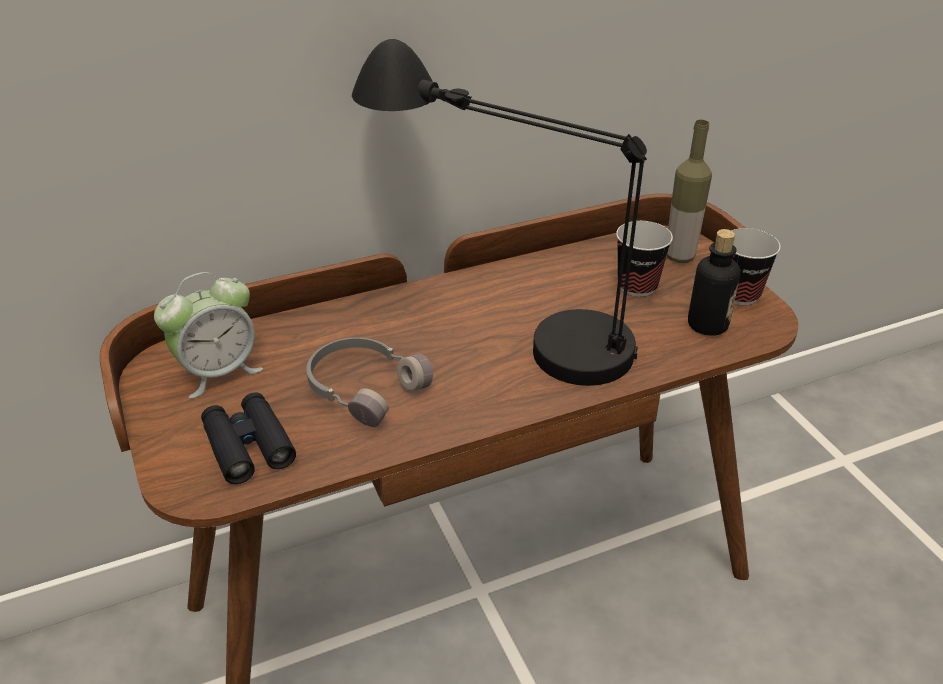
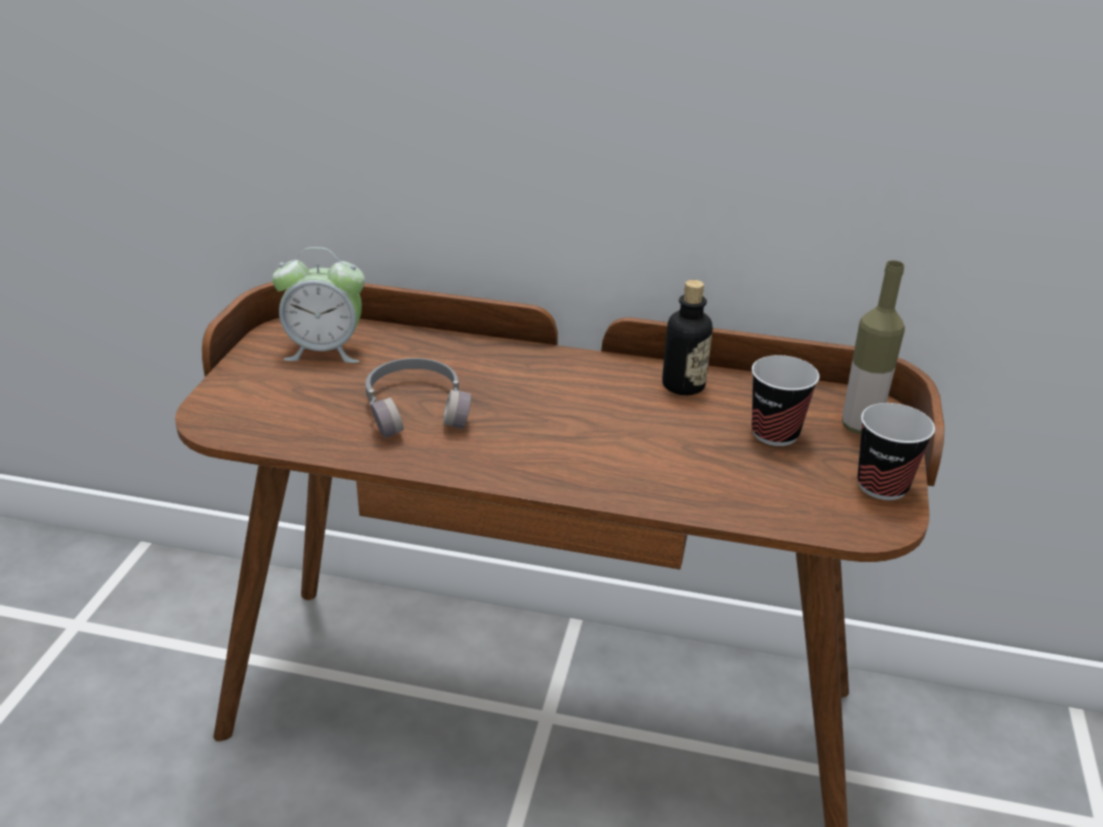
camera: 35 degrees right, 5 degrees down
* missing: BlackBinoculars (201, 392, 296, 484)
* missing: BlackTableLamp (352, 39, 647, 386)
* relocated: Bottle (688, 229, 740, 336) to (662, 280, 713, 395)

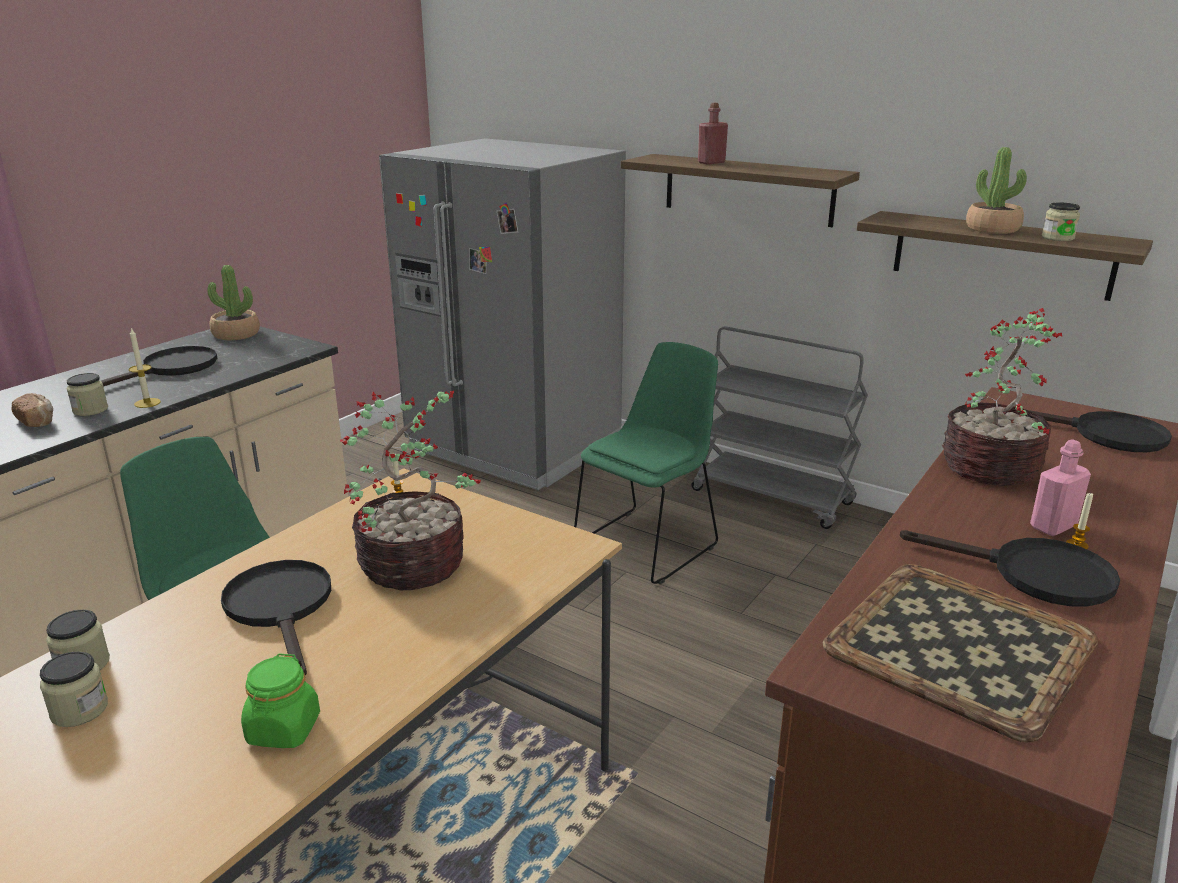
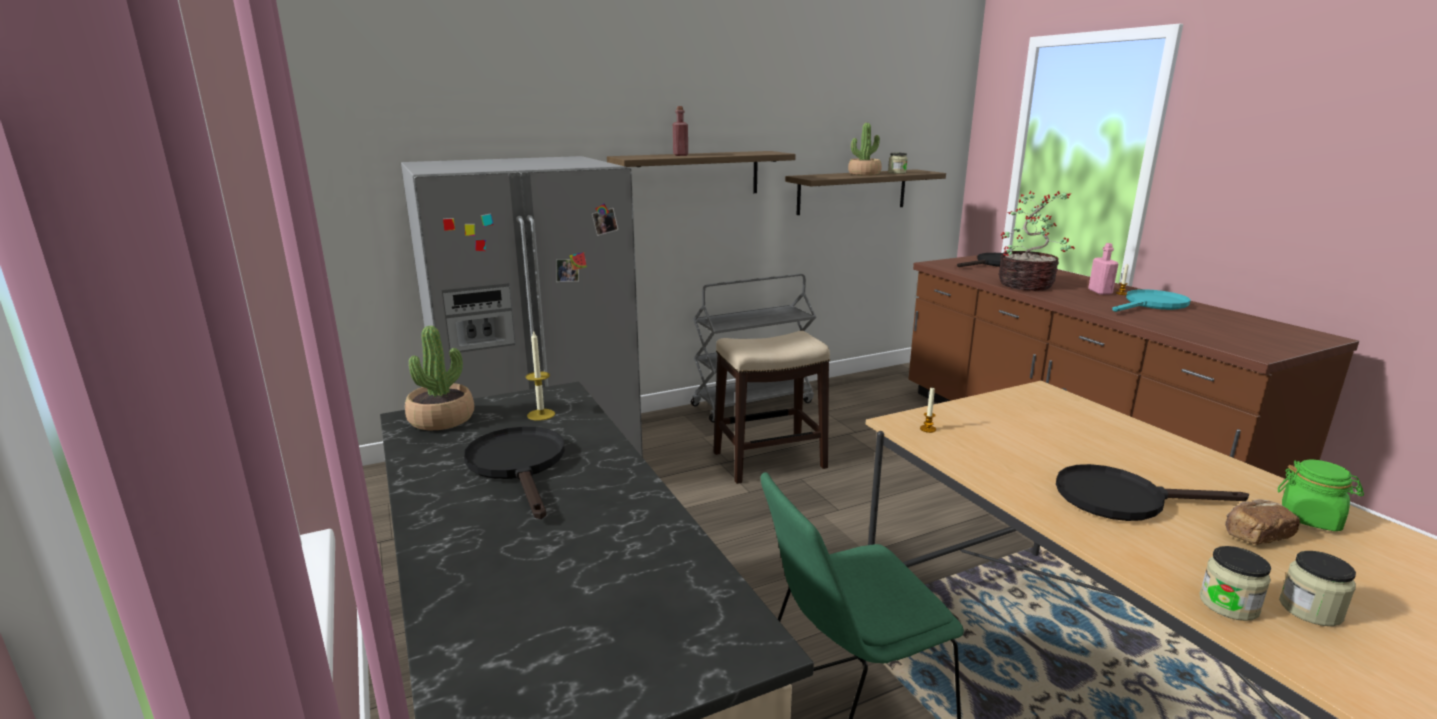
camera: 60 degrees left, 5 degrees down
* relocated: Bread (11, 393, 53, 427) to (1225, 499, 1300, 545)
* missing: Jar (67, 373, 108, 416)
* relocated: Candle (129, 328, 161, 408) to (526, 330, 555, 421)
* missing: PottedPlant (340, 391, 481, 590)
* exchanged: GreenChair (574, 342, 718, 584) to Stool (713, 331, 830, 484)
* missing: Tray (823, 564, 1098, 743)
* colour: BlackFryingPan (900, 530, 1120, 607) to TurquoiseFryingPan (1112, 289, 1190, 312)

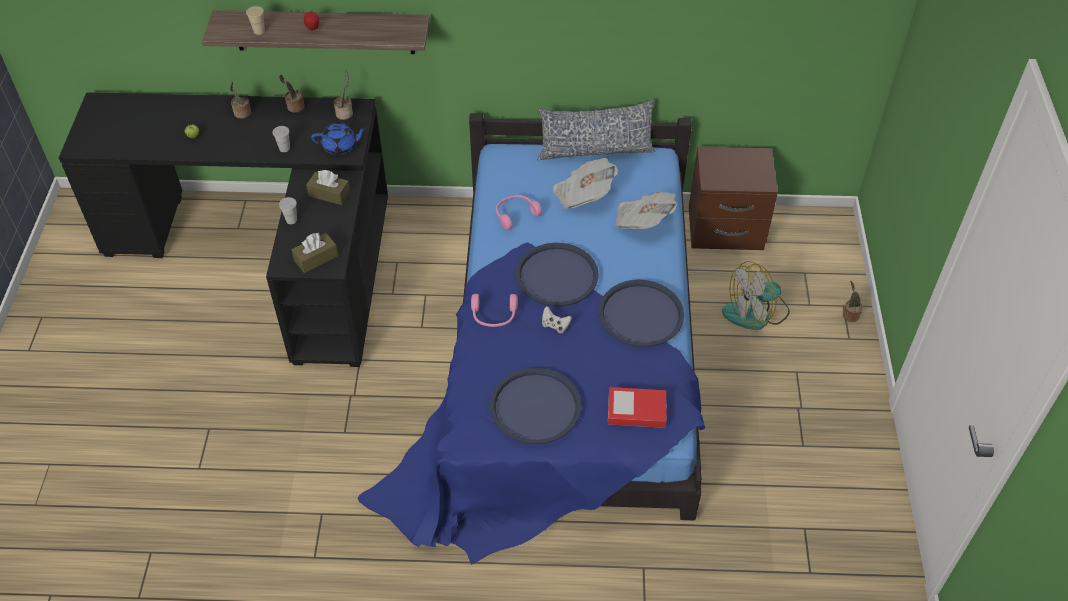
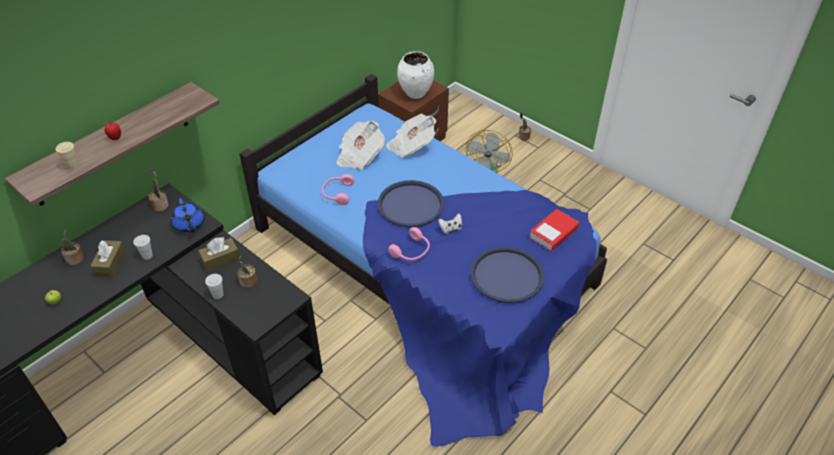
camera: 50 degrees left, 5 degrees down
* relocated: PottedPlant (279, 75, 305, 113) to (237, 255, 257, 288)
* relocated: BrownTissueBox (292, 232, 338, 273) to (90, 240, 126, 278)
* spun: BlueTeapot (311, 122, 367, 155) = (171, 198, 204, 233) 120 degrees clockwise
* missing: Pillow (538, 100, 655, 161)
* missing: BlueTray (599, 280, 684, 347)
* appeared: WhiteVase (397, 51, 434, 99)

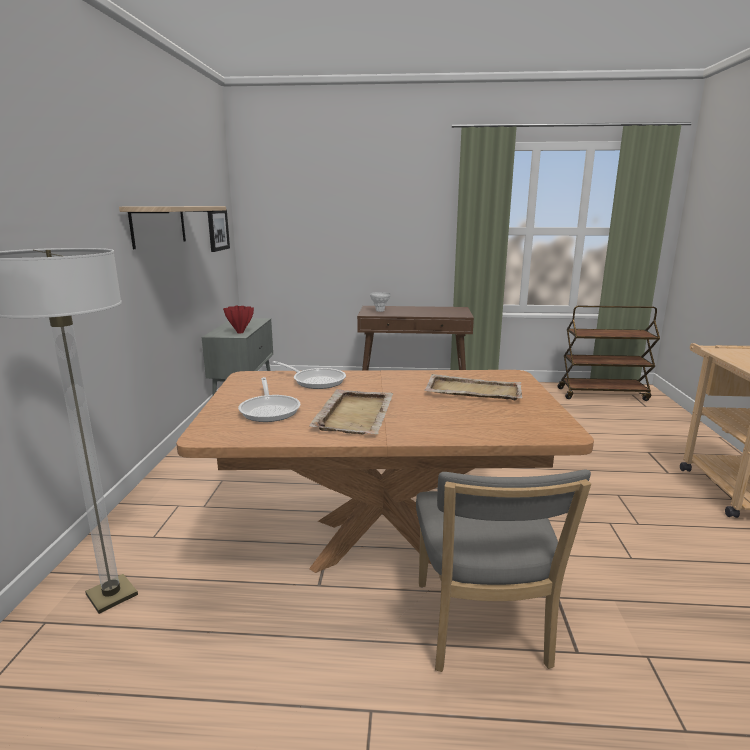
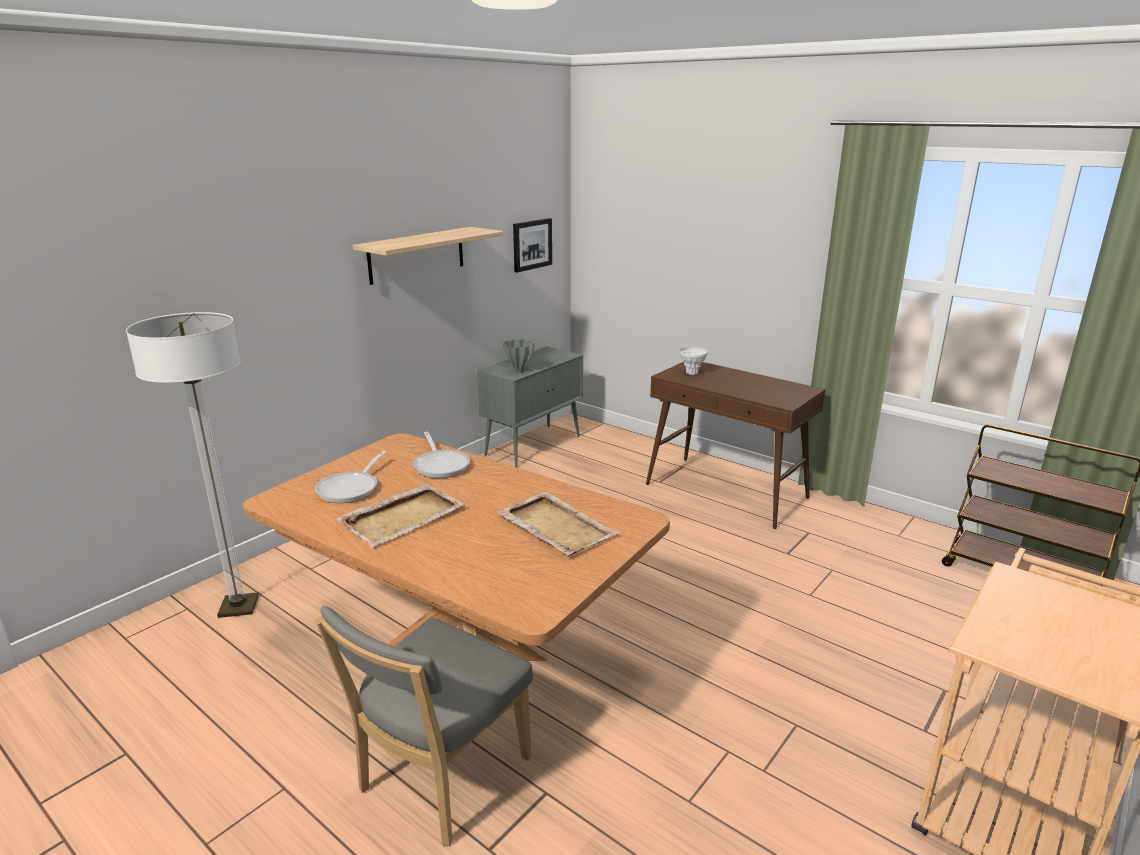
camera: 35 degrees right, 5 degrees up
* colour: RedVase (223, 306, 254, 334) to GreyVase (503, 339, 534, 373)

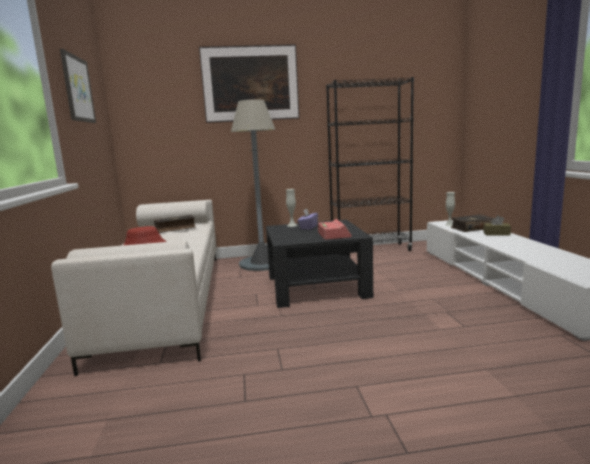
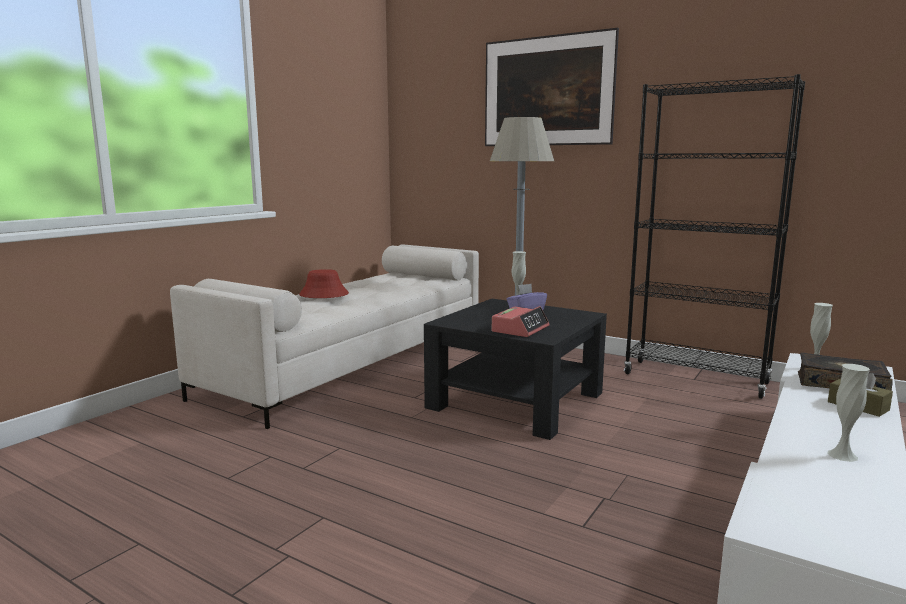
camera: 40 degrees right, 0 degrees up
* missing: Picture (60, 49, 96, 123)
* missing: Book (154, 215, 195, 233)
* appeared: WhiteVase (827, 364, 870, 462)

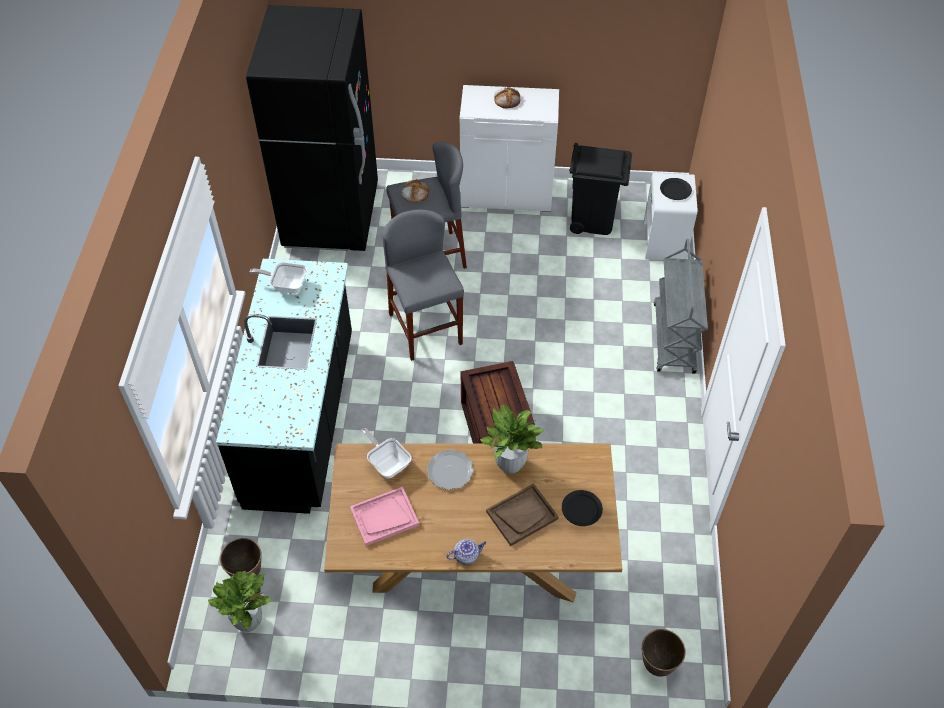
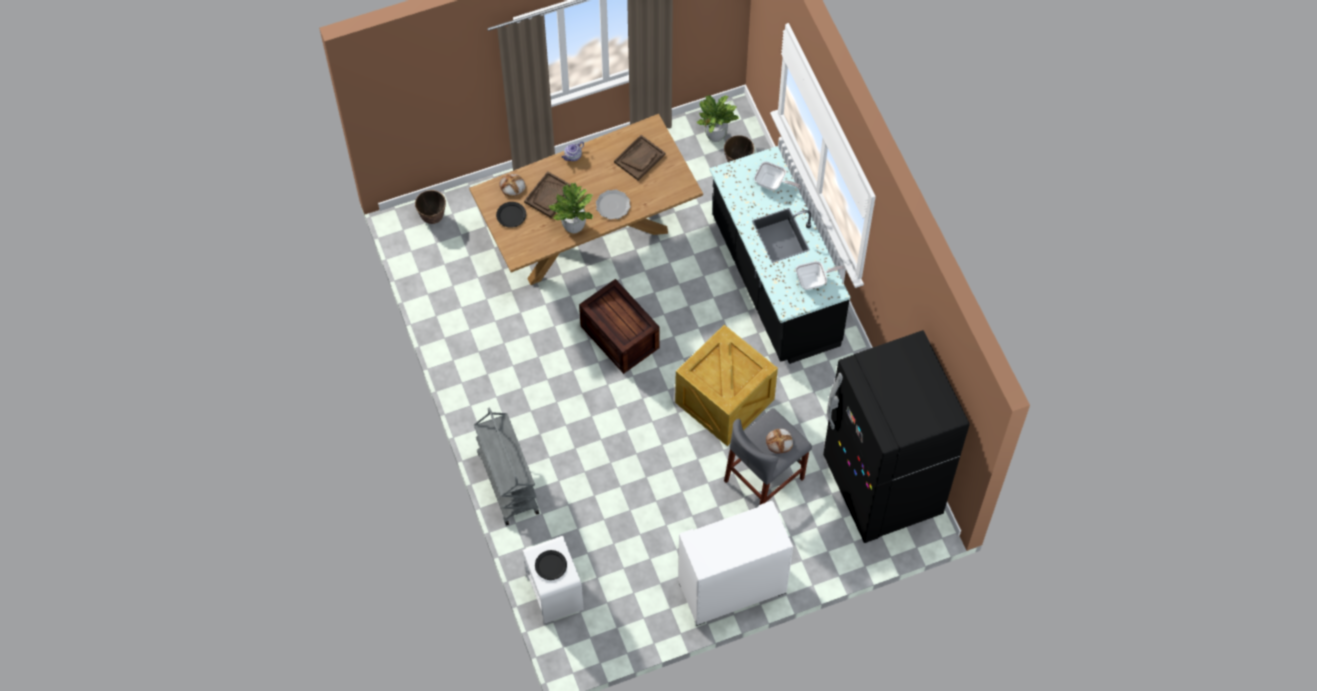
camera: 155 degrees right, 10 degrees up
* colour: PinkTray (350, 487, 419, 546) to BrownTray (614, 135, 665, 181)
* relocated: FryingPan (361, 428, 412, 479) to (754, 161, 801, 191)
* exchanged: GreyStool (382, 209, 464, 361) to Crate (675, 325, 778, 446)
* relocated: Bread (494, 87, 520, 109) to (499, 174, 526, 197)
* missing: BlackTrashCan (569, 143, 632, 235)

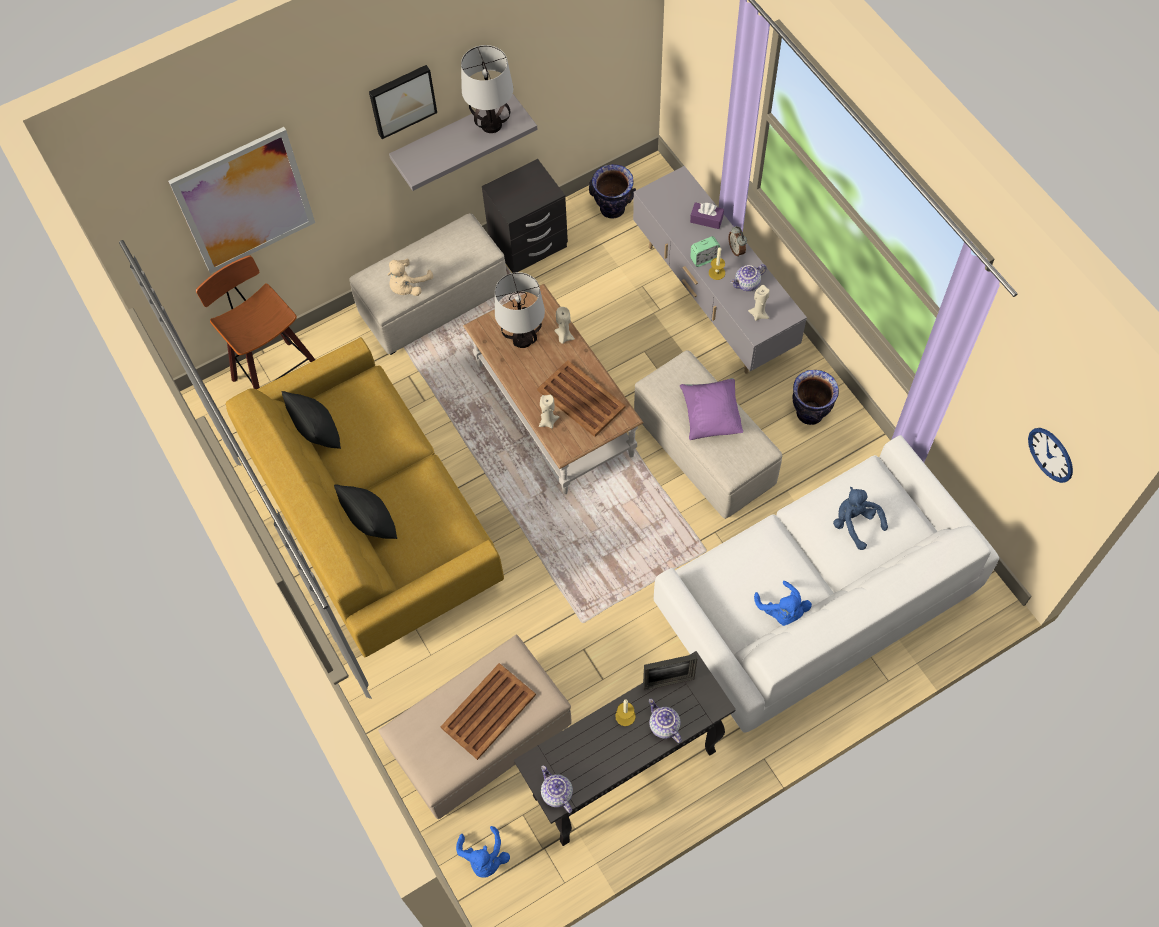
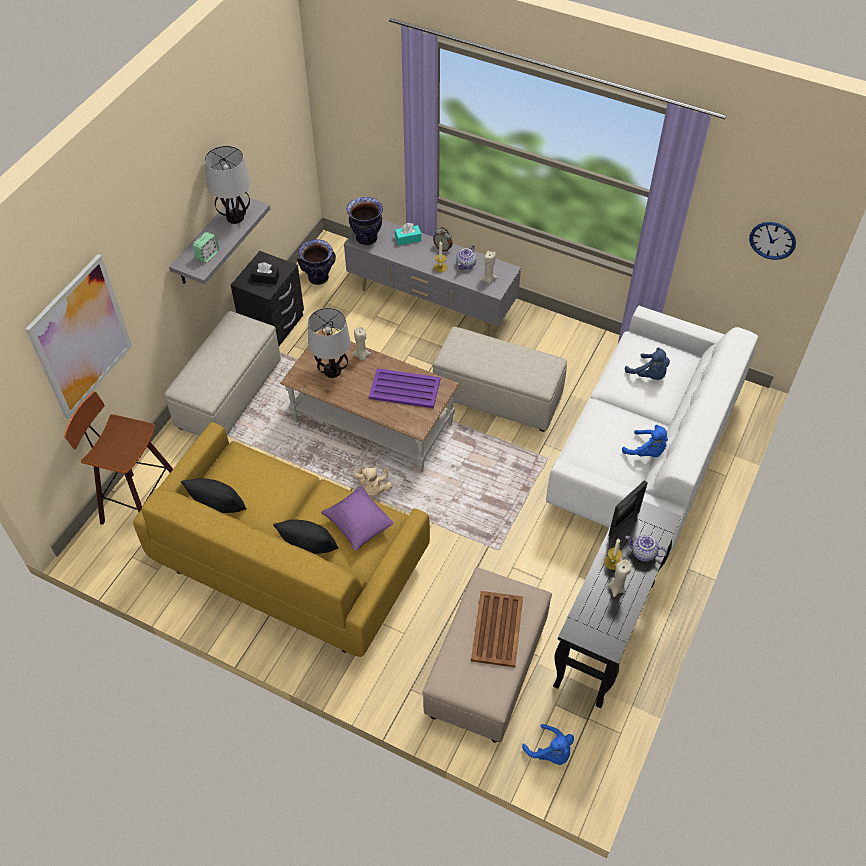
camera: 35 degrees left, 10 degrees down
* missing: Picture (369, 65, 437, 139)
* relocated: BeigePlushToy (388, 259, 433, 296) to (354, 466, 392, 496)
* colour: BrownTray (537, 360, 625, 437) to PurpleTray (369, 368, 440, 408)
* relocated: BeigeCandle (539, 395, 559, 428) to (608, 560, 631, 597)
* missing: Teapot (541, 766, 573, 813)
* relocated: PurplePillow (680, 378, 743, 440) to (321, 486, 394, 551)
* colour: PurpleTissueBox (690, 202, 724, 229) to TurquoiseTissueBox (395, 223, 421, 246)
* relocated: AlarmClock (690, 236, 720, 267) to (193, 232, 219, 263)
* relocated: Vase (792, 370, 839, 425) to (347, 197, 383, 245)
* spun: BluePlushToy (833, 487, 888, 550) = (625, 348, 670, 380) 150 degrees counterclockwise
* appeared: BlackTissueBox (251, 262, 280, 285)

